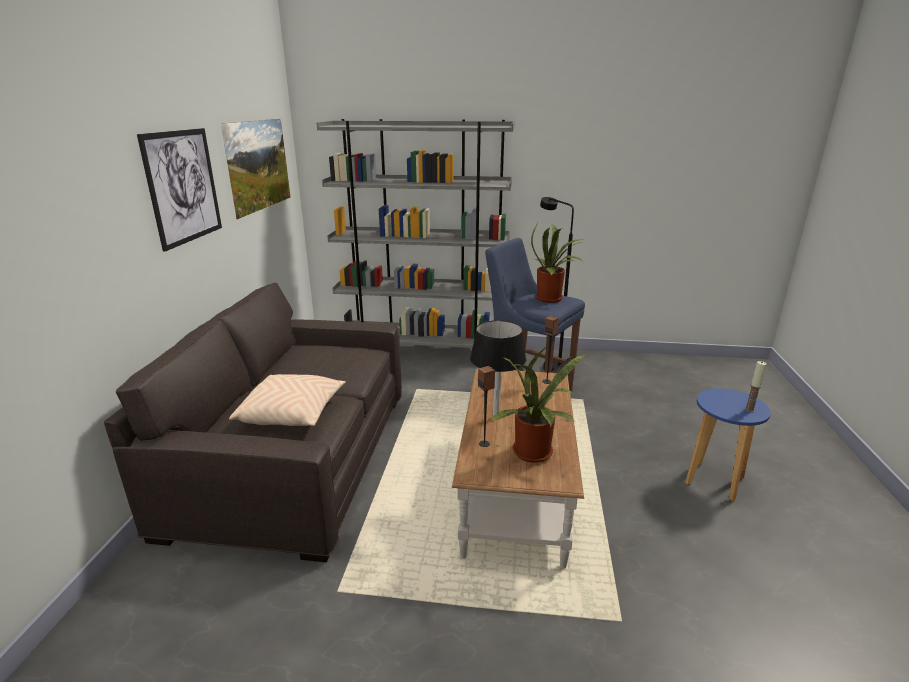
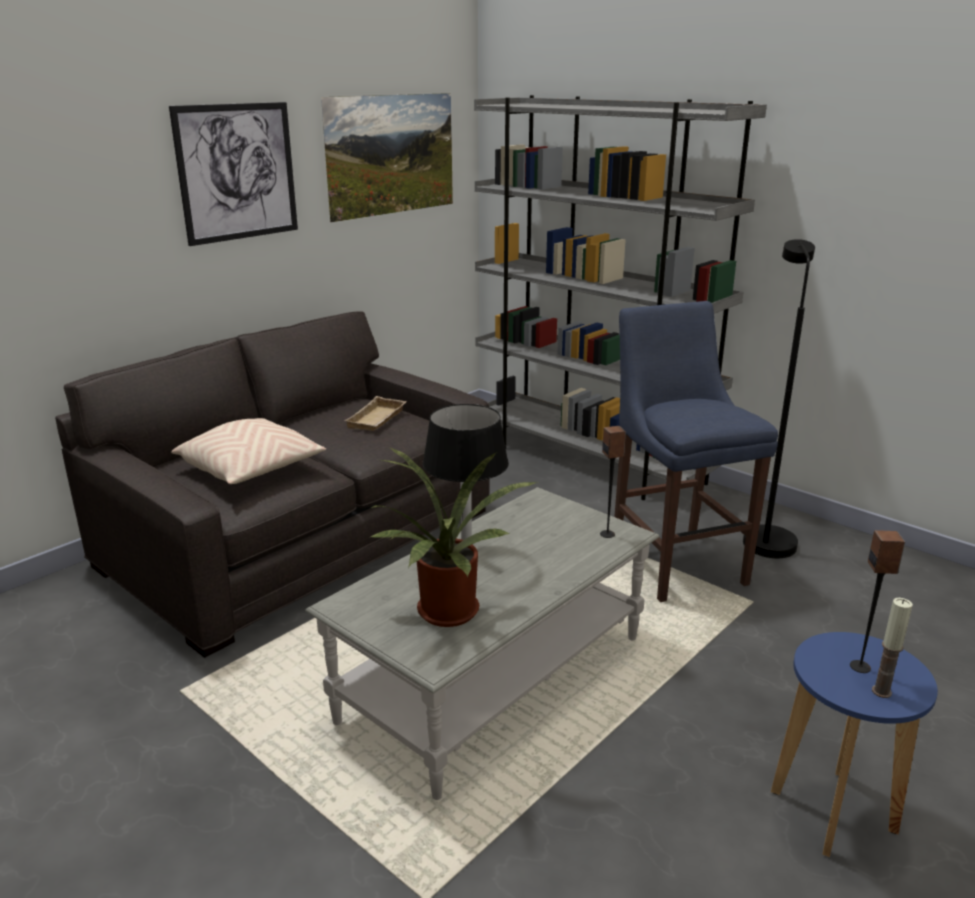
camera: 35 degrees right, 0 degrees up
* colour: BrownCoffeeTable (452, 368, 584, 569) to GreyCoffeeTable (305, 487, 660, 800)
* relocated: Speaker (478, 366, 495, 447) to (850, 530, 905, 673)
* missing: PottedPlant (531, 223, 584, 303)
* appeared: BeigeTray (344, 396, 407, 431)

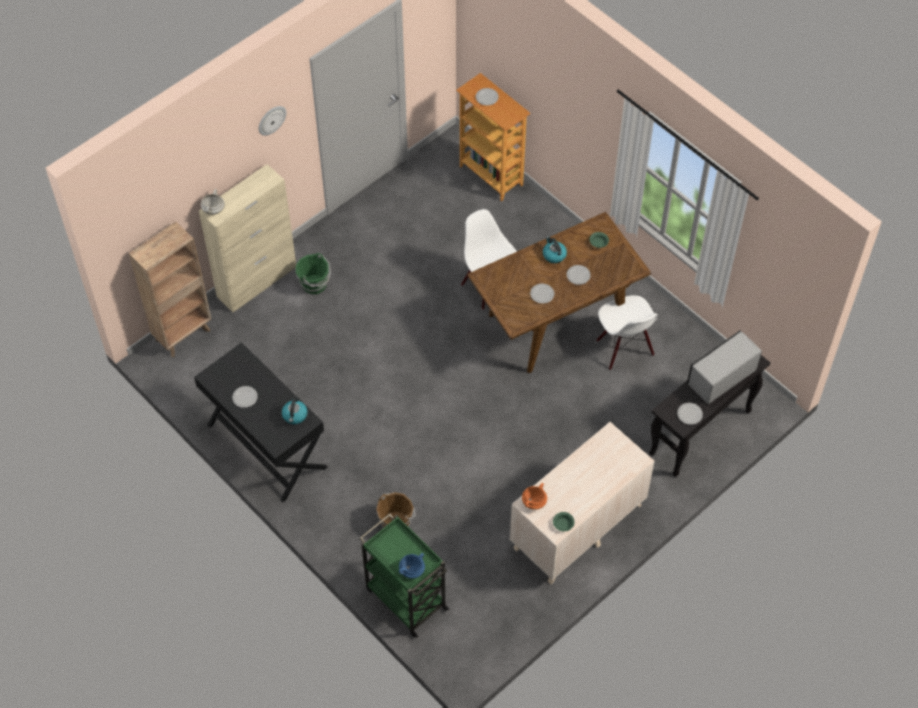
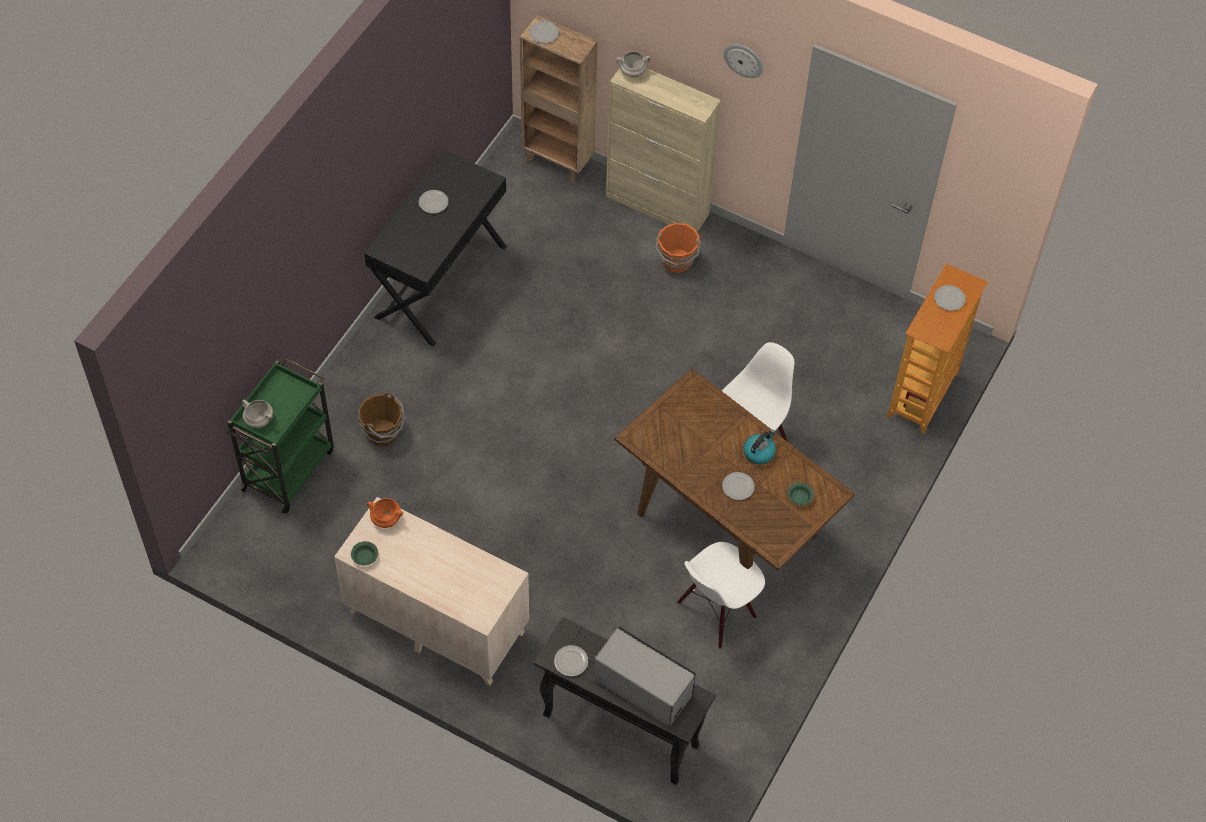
camera: 70 degrees right, 0 degrees up
* missing: Kettle (282, 397, 307, 424)
* colour: GreenBucket (296, 253, 331, 294) to OrangeBucket (656, 223, 701, 273)
* colour: BlueCookingPot (399, 553, 425, 579) to WhiteCookingPot (242, 400, 273, 428)
* relocated: Plate (530, 284, 555, 304) to (529, 21, 559, 43)

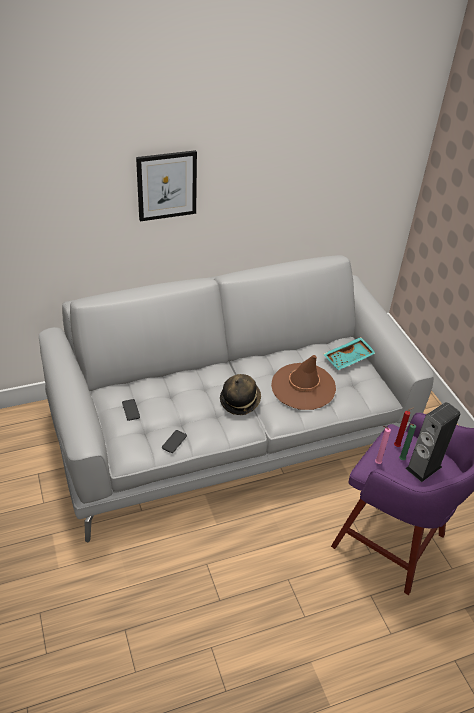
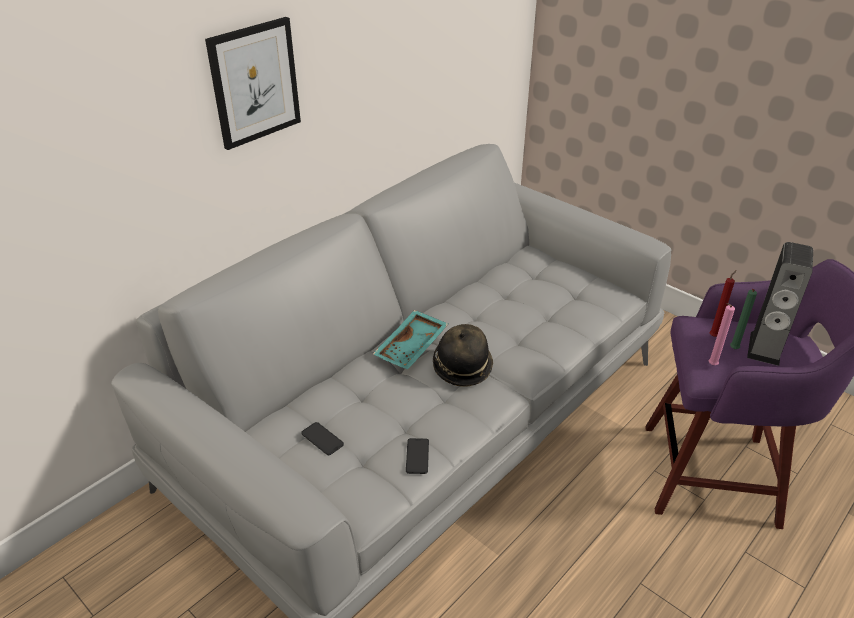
camera: 25 degrees left, 5 degrees down
* missing: BrownHat (271, 355, 336, 410)
* relocated: TurquoiseTray (323, 337, 375, 370) to (373, 310, 448, 370)

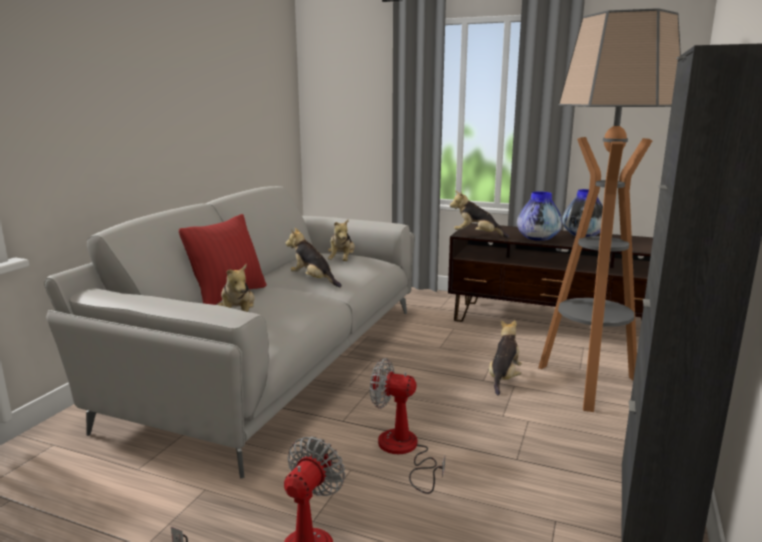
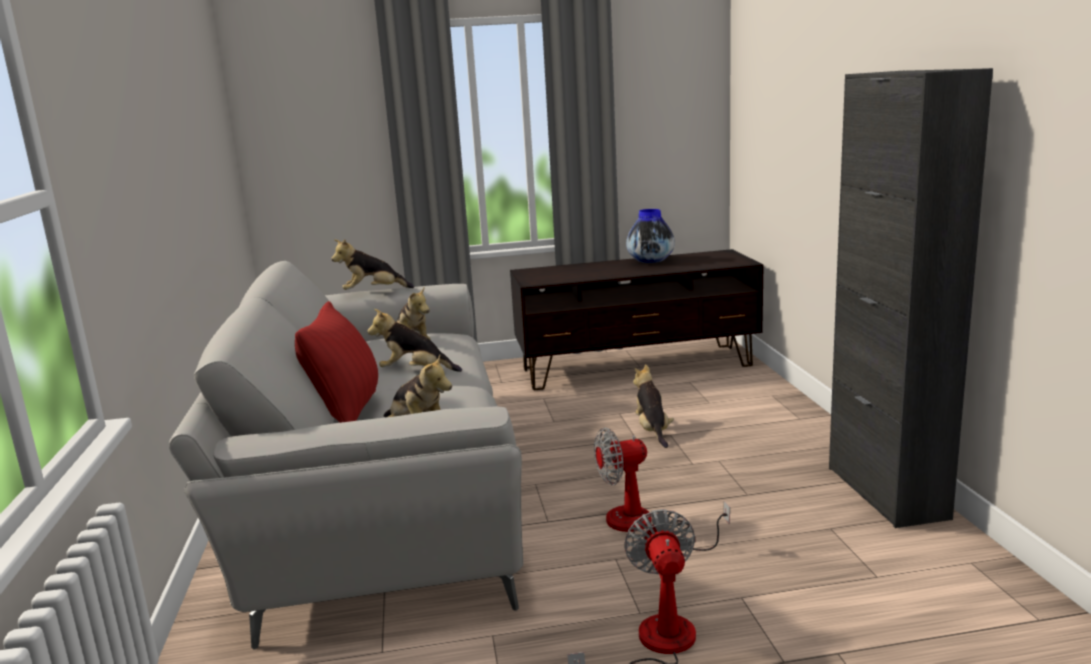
camera: 30 degrees left, 0 degrees up
* relocated: PlushToy (450, 191, 509, 238) to (331, 239, 414, 290)
* missing: Vase (517, 191, 562, 241)
* missing: FloorLamp (538, 8, 681, 412)

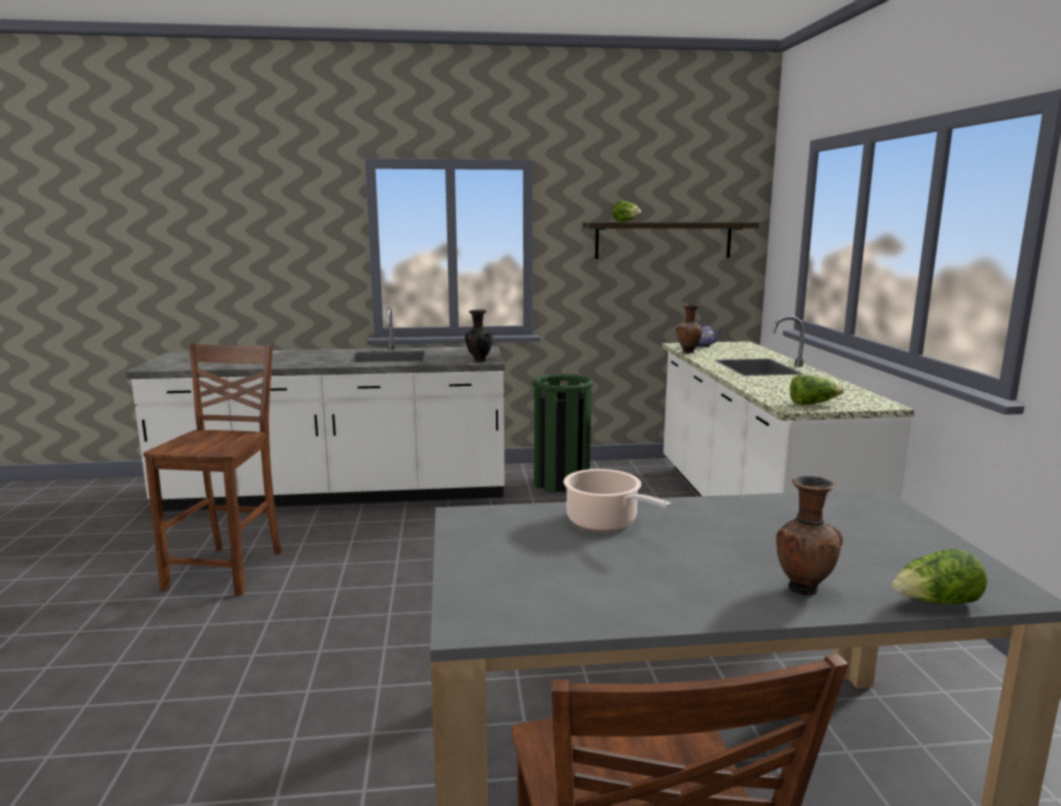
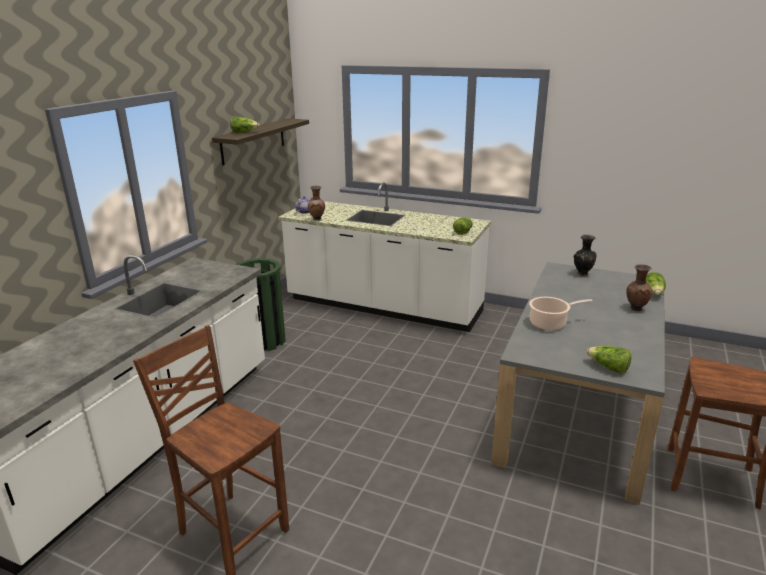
camera: 60 degrees left, 10 degrees up
* relocated: BlackVase (465, 309, 493, 362) to (574, 235, 596, 276)
* appeared: Lettuce (587, 346, 631, 374)

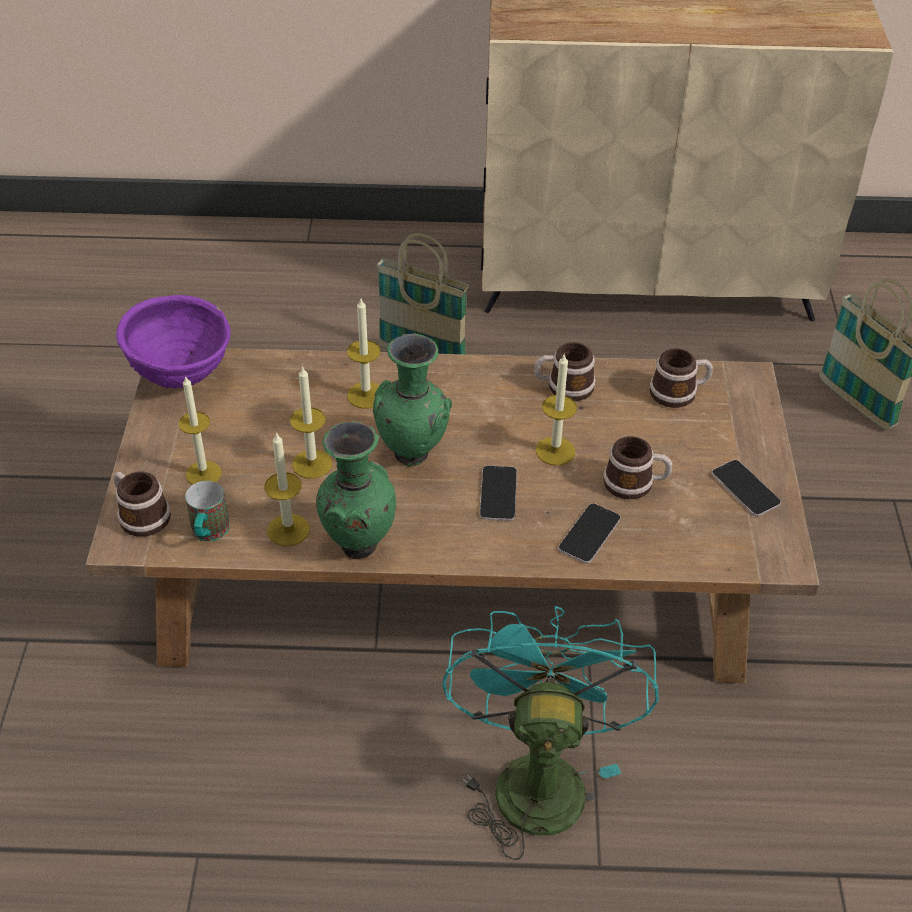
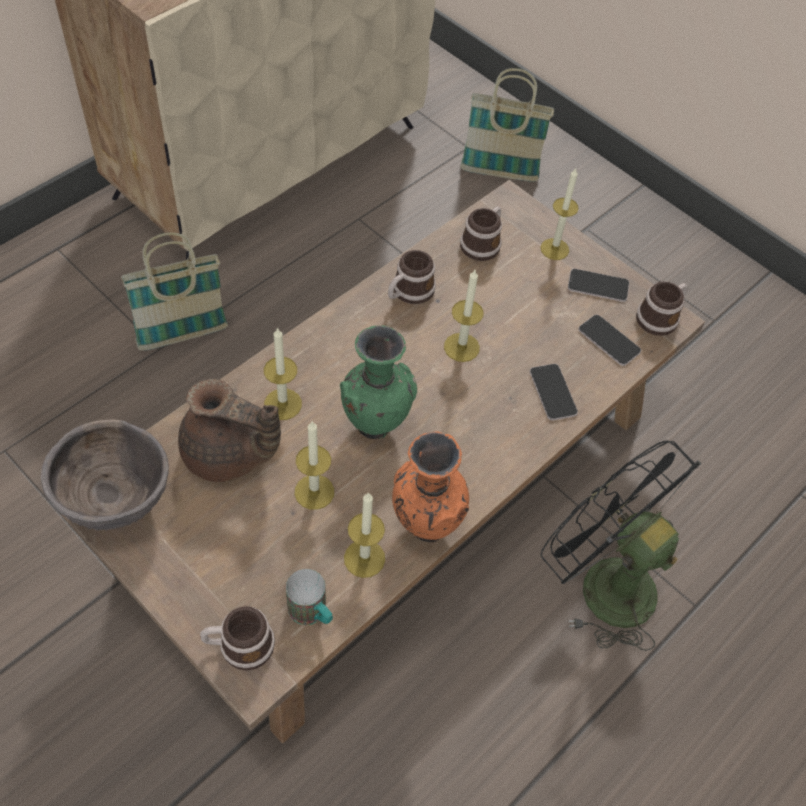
camera: 50 degrees left, 10 degrees up
* colour: PurpleBowl (116, 295, 231, 389) to BrownBowl (41, 419, 169, 531)
* relocated: Candle (178, 375, 221, 485) to (540, 168, 579, 260)
* colour: GreenVase (316, 422, 396, 559) to OrangeVase (392, 431, 469, 542)
* colour: TurquoiseFan (442, 606, 659, 860) to BlackFan (541, 441, 702, 651)
* relocated: Phone (480, 465, 517, 521) to (578, 314, 641, 366)
* relocated: Mug (603, 436, 672, 499) to (636, 281, 688, 336)
* appeared: BrownTeapot (178, 379, 281, 482)

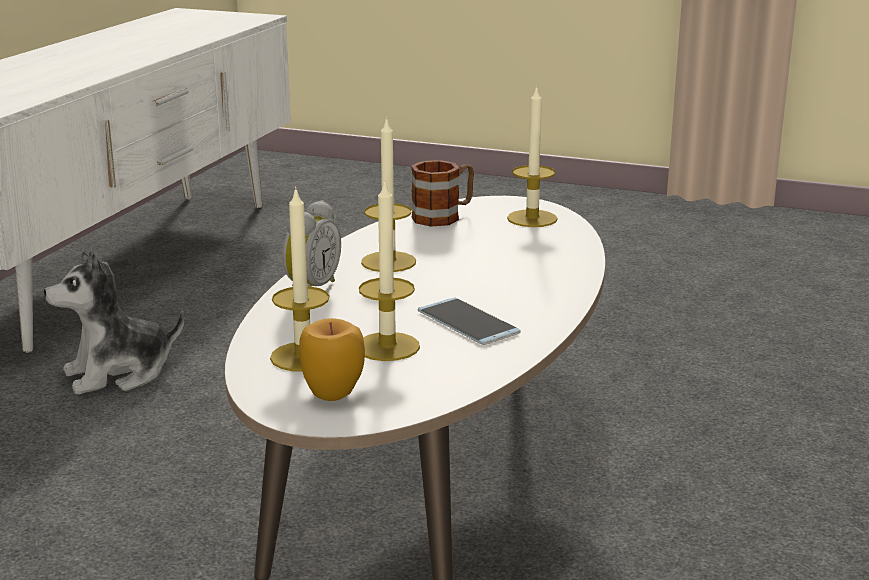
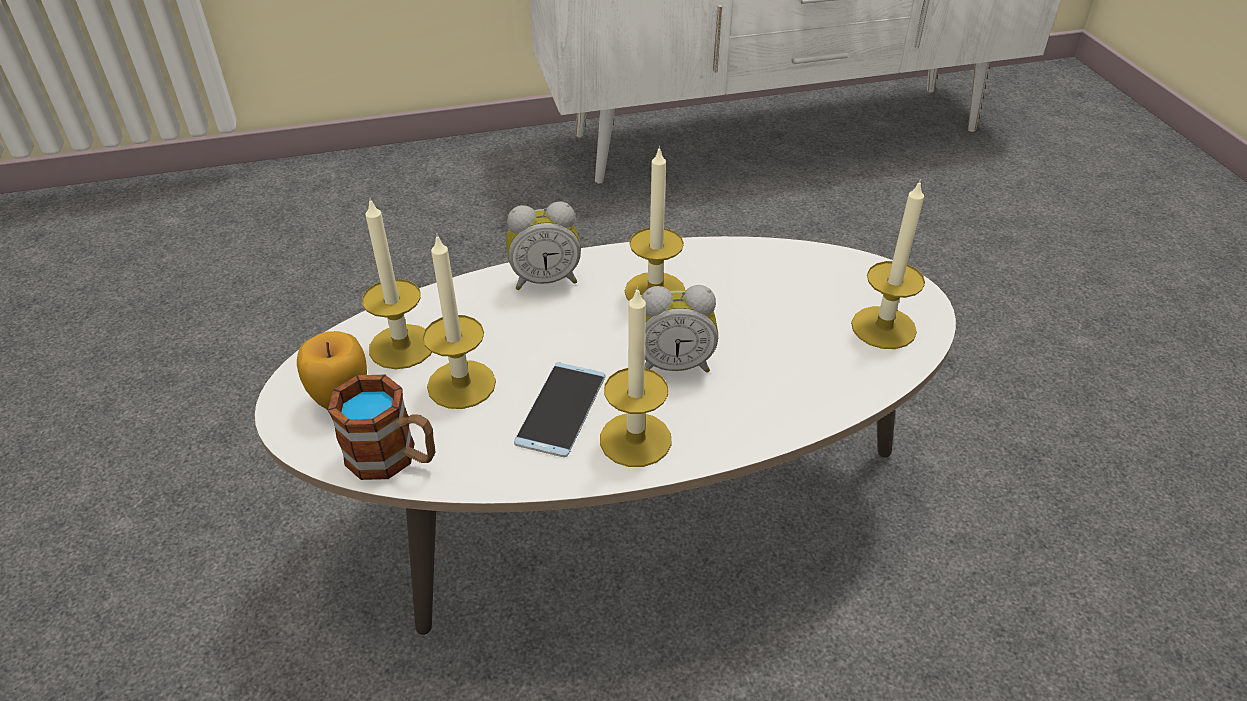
camera: 55 degrees right, 20 degrees up
* missing: PlushToy (44, 250, 185, 394)
* relocated: Mug (411, 160, 474, 227) to (328, 375, 435, 480)
* appeared: Candle (600, 287, 672, 467)
* appeared: AlarmClock (641, 285, 718, 373)

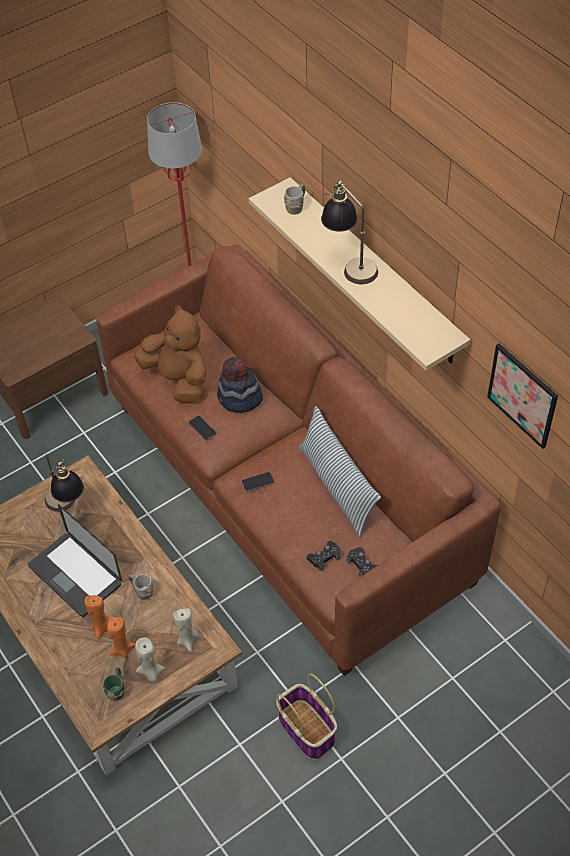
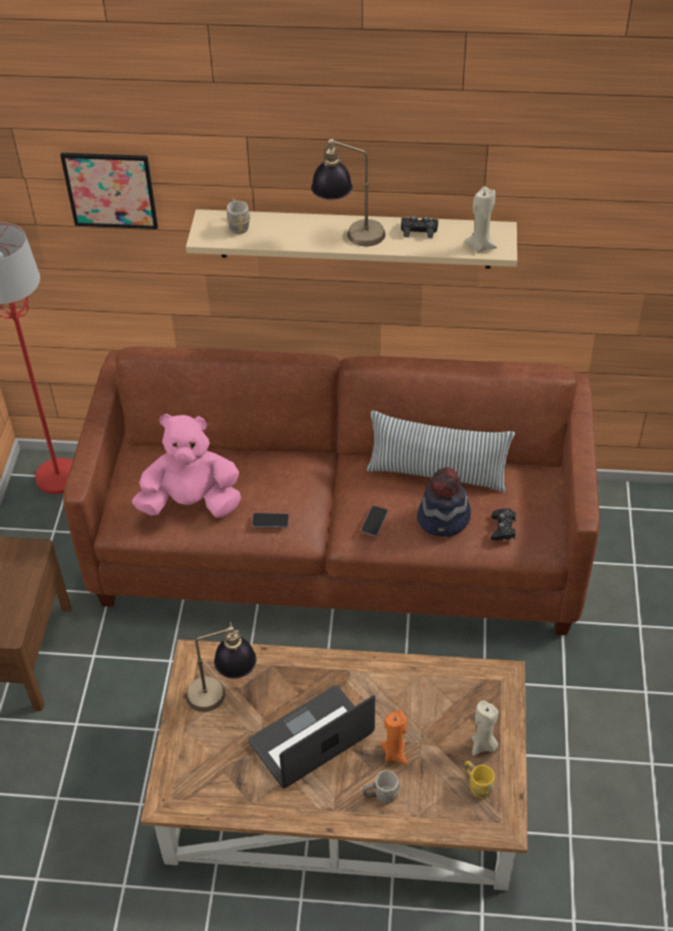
camera: 50 degrees left, 5 degrees down
* spun: Laptop (28, 504, 122, 617) = (248, 686, 375, 788) 150 degrees clockwise
* colour: GreenMug (103, 668, 124, 701) to YellowMug (464, 761, 495, 798)
* missing: OrangeCandle (107, 617, 136, 658)
* relocated: GreyMug (128, 574, 154, 600) to (362, 770, 400, 804)
* colour: BrownPlushToy (135, 305, 206, 403) to PinkPlushToy (132, 414, 241, 518)
* relocated: BeigeCandle (173, 608, 198, 652) to (464, 186, 497, 253)
* relocated: Hat (217, 357, 263, 413) to (417, 467, 471, 537)
* missing: Basket (276, 674, 337, 760)
* relocated: BlackGameController (346, 547, 378, 577) to (401, 216, 438, 238)
* relocated: Picture (487, 343, 558, 449) to (60, 153, 158, 229)

